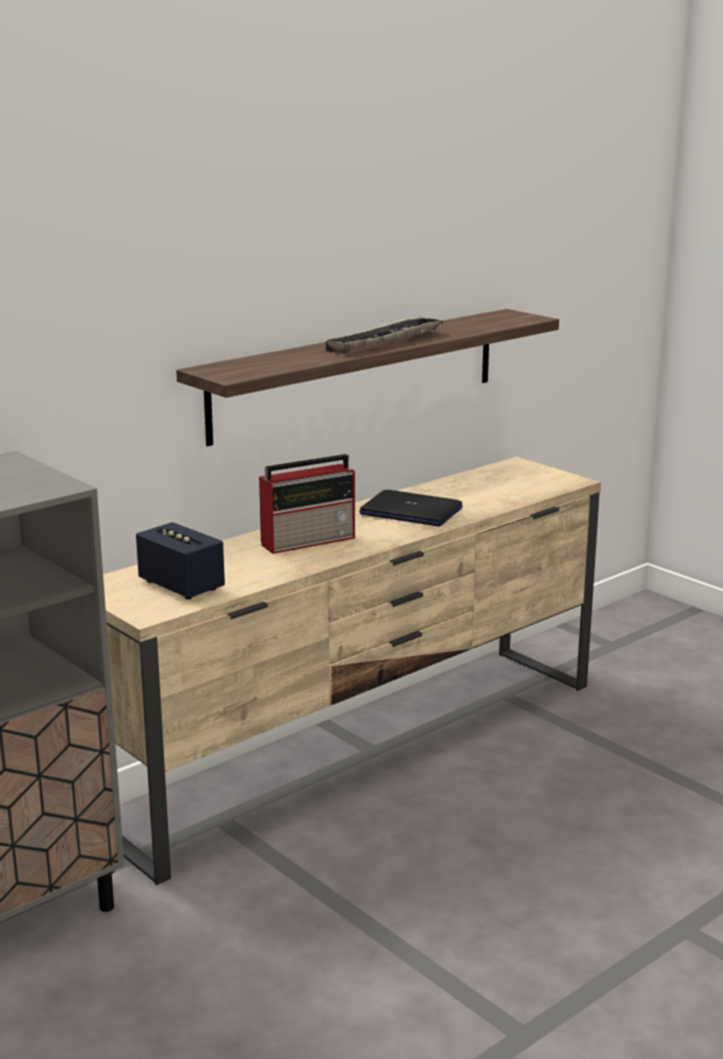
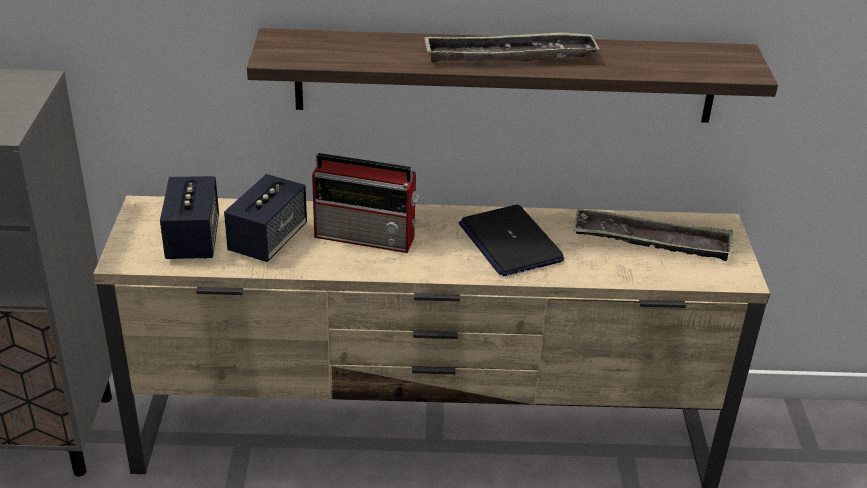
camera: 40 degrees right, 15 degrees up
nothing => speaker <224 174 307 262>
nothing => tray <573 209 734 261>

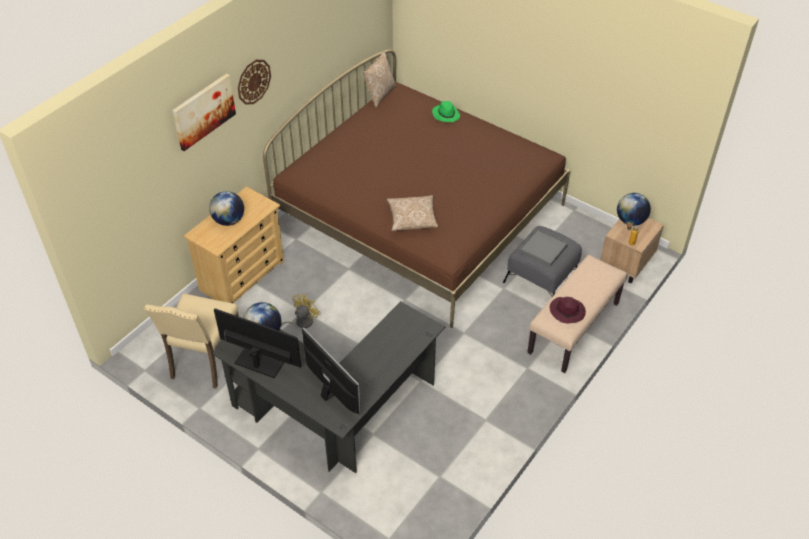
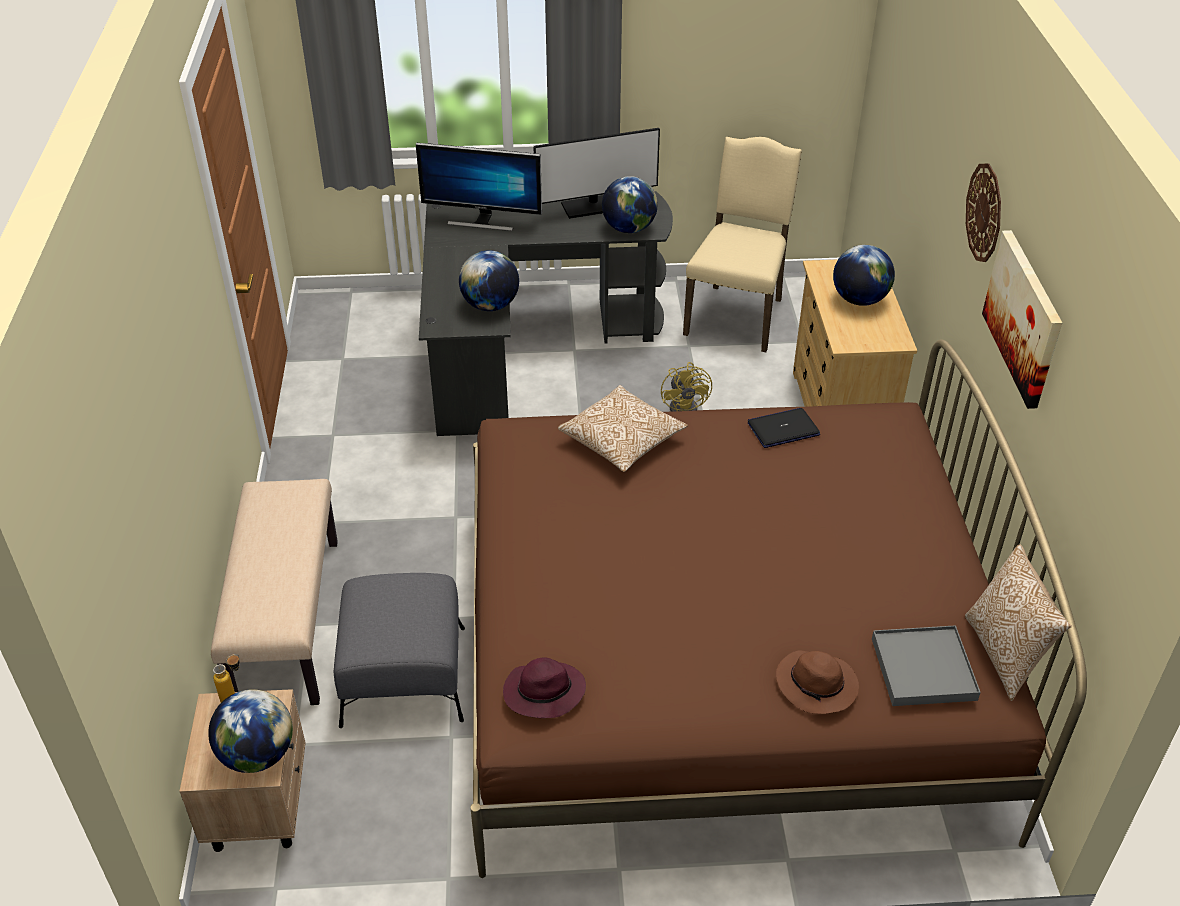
camera: 140 degrees right, 5 degrees down
picture <172 74 236 151> => picture <982 230 1062 409>, relocated
green hat <432 101 460 122> => brown hat <776 650 859 714>
grey tray <519 228 568 267> => grey tray <872 625 981 706>, relocated
beige chair <144 293 239 389> => beige chair <683 136 802 352>, 45 degrees clockwise
purple hat <550 297 586 323> => purple hat <503 657 586 718>, relocated
nothing => globe <459 250 519 311>
nothing => laptop <748 408 820 448>

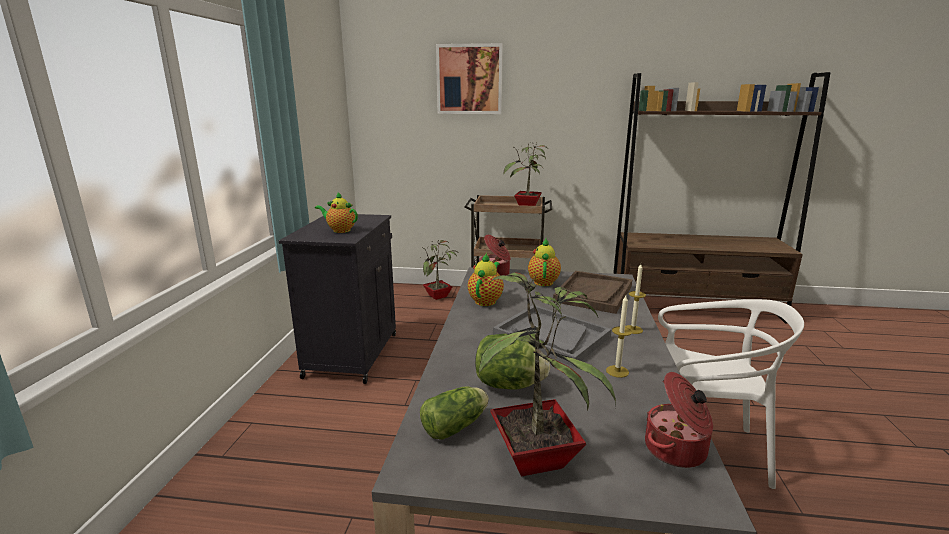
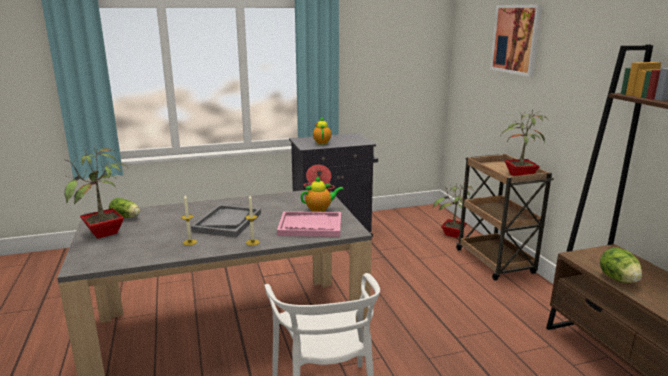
camera: 65 degrees right, 0 degrees up
teapot <468 253 504 306> => nothing
brown tray <553 271 632 314> => pink tray <277 211 341 237>
lettuce <475 334 550 390> => lettuce <600 247 642 283>, relocated
cooking pot <645 372 713 468> => nothing

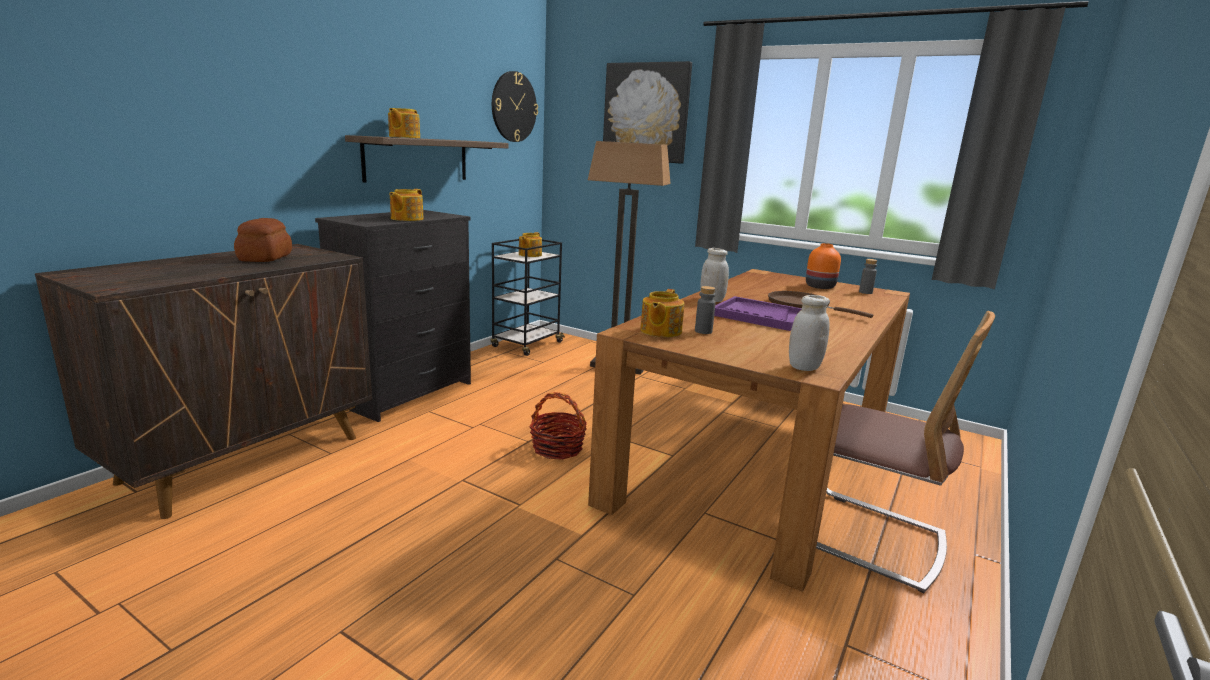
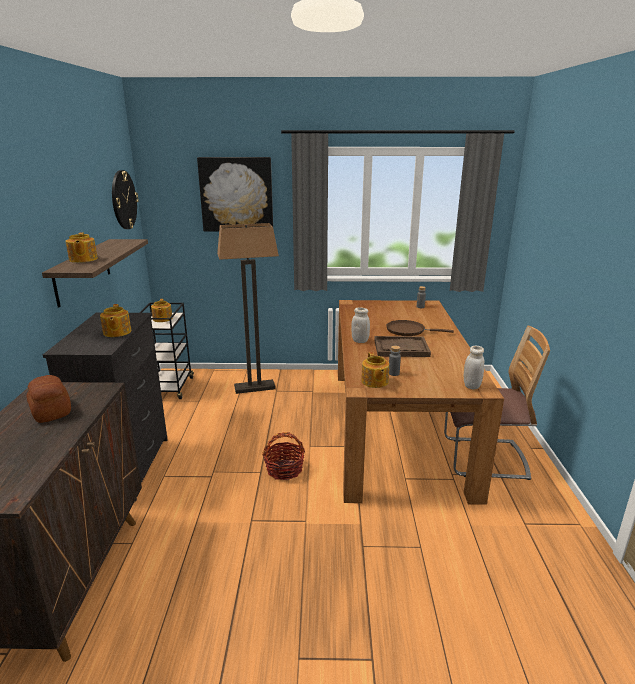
camera: 30 degrees left, 5 degrees up
orange vase <806 243 841 289> => nothing
purple tray <714 296 802 331> => brown tray <374 336 431 357>

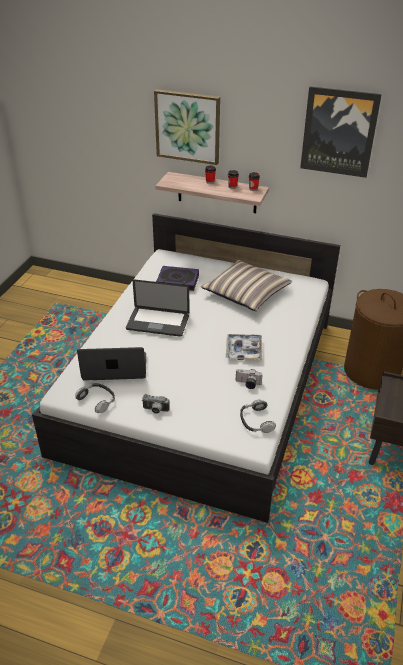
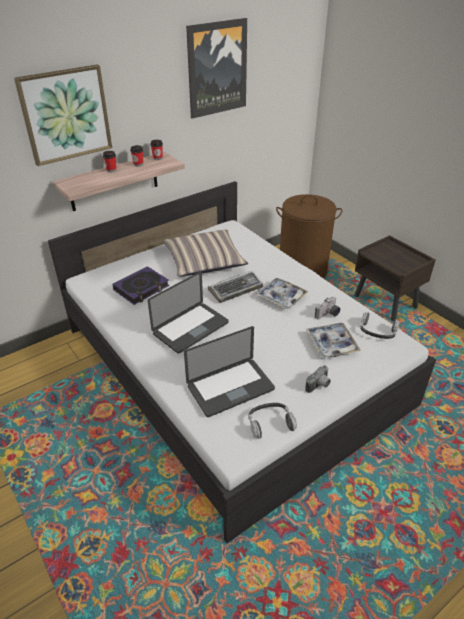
camera: 55 degrees left, 0 degrees up
laptop <77 347 146 381> => laptop <184 326 275 417>, 150 degrees counterclockwise
nothing => keyboard <208 271 263 303>
nothing => tray <306 323 361 358>

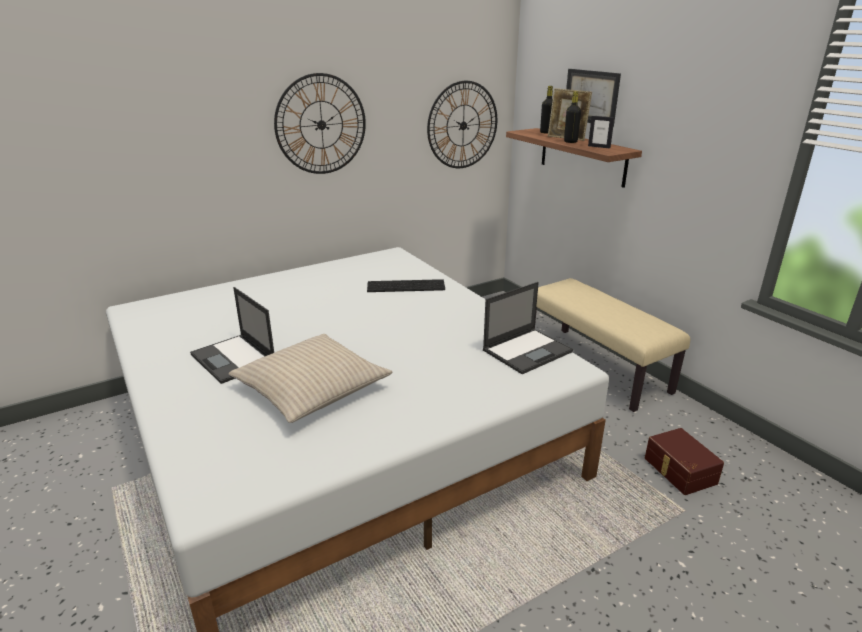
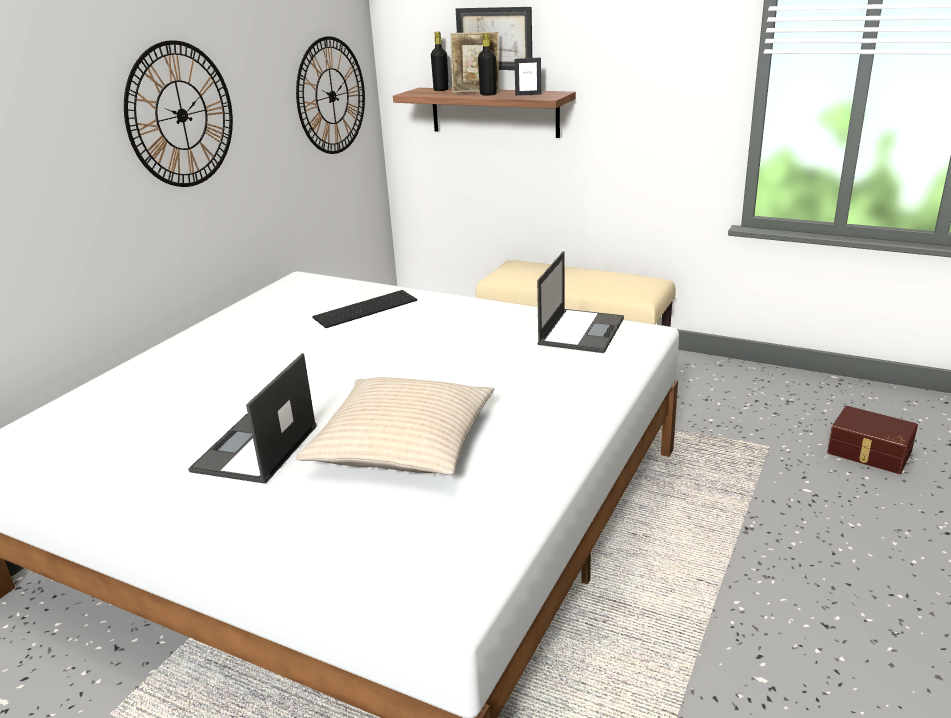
camera: 30 degrees left, 0 degrees up
laptop <190 287 274 384> => laptop <188 353 317 484>, 90 degrees clockwise
brown storage box <645 428 724 495> => brown storage box <827 406 918 474>, relocated

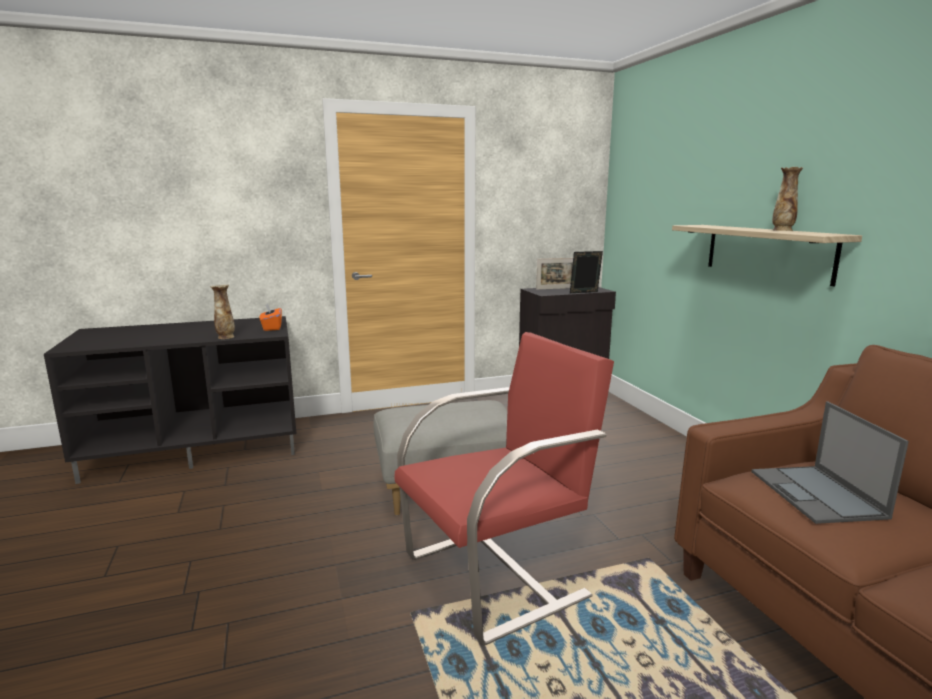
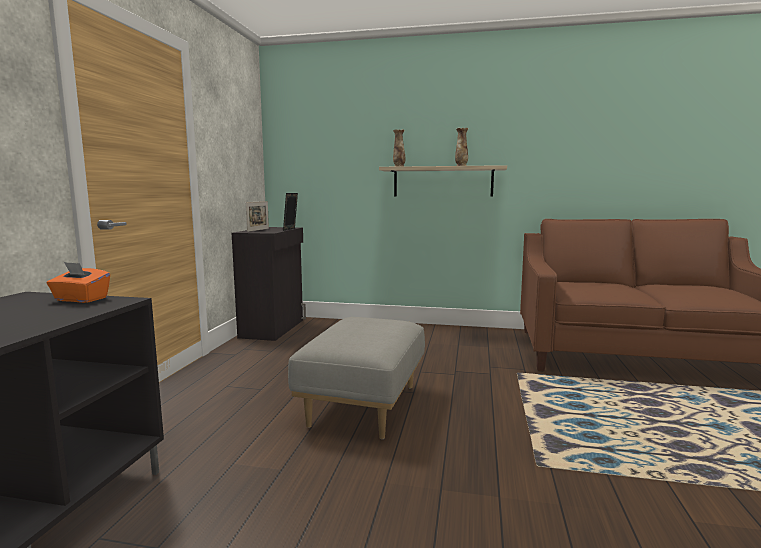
camera: 60 degrees left, 5 degrees down
vase <210 284 235 339> => vase <393 129 405 167>, relocated
red armchair <394 332 614 645> => nothing
laptop <751 402 909 524> => nothing

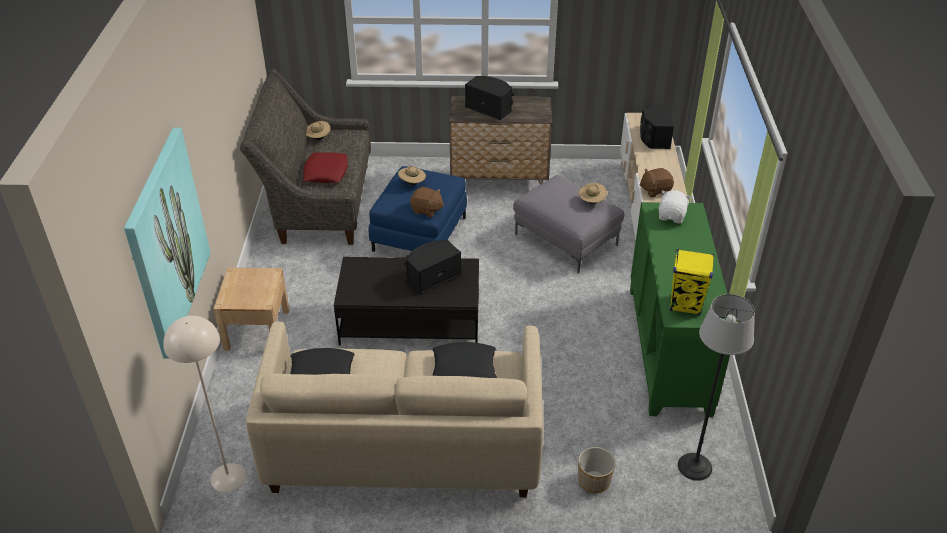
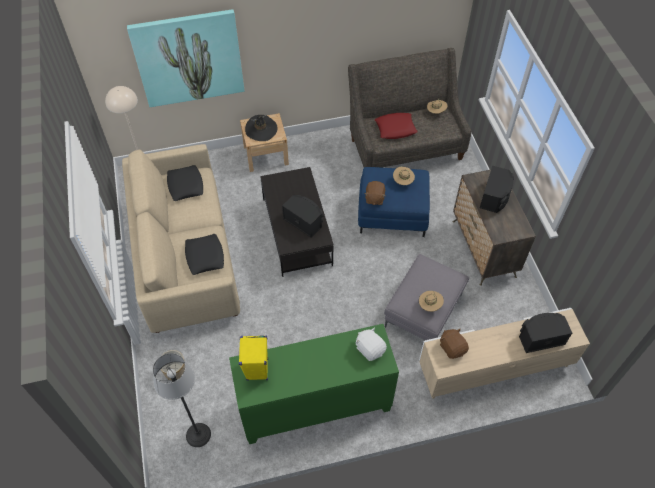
camera: 75 degrees right, 15 degrees up
white plush toy <659 190 691 223> => white plush toy <355 327 387 361>, 135 degrees counterclockwise
nothing => black hat <245 115 277 141>

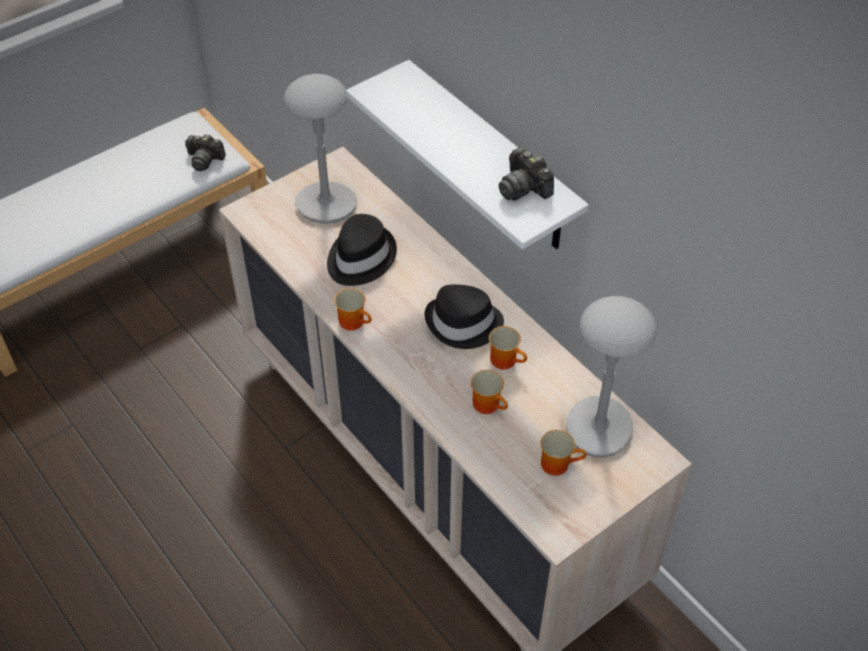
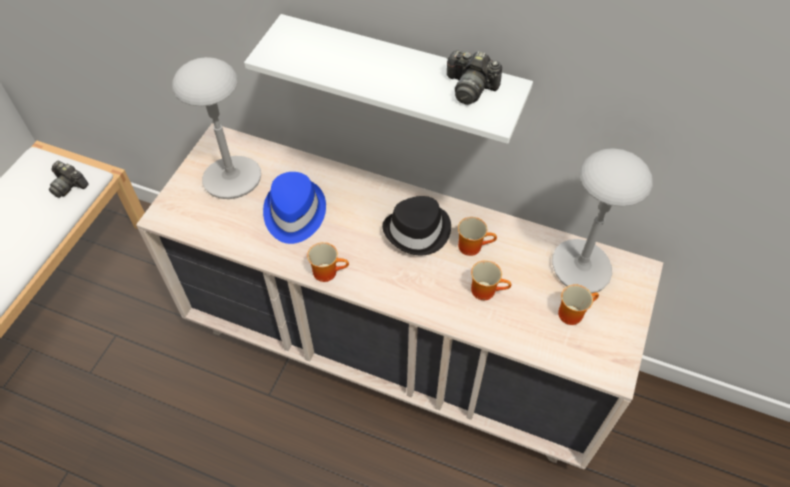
camera: 30 degrees left, 5 degrees up
photo camera <185 134 226 171> => photo camera <49 161 89 198>, 45 degrees clockwise
black hat <327 214 397 286> => blue hat <263 172 326 244>

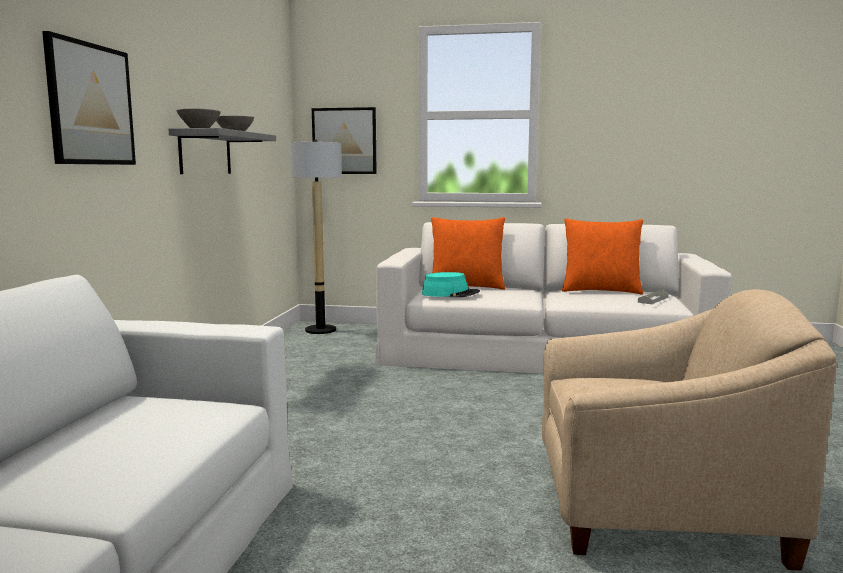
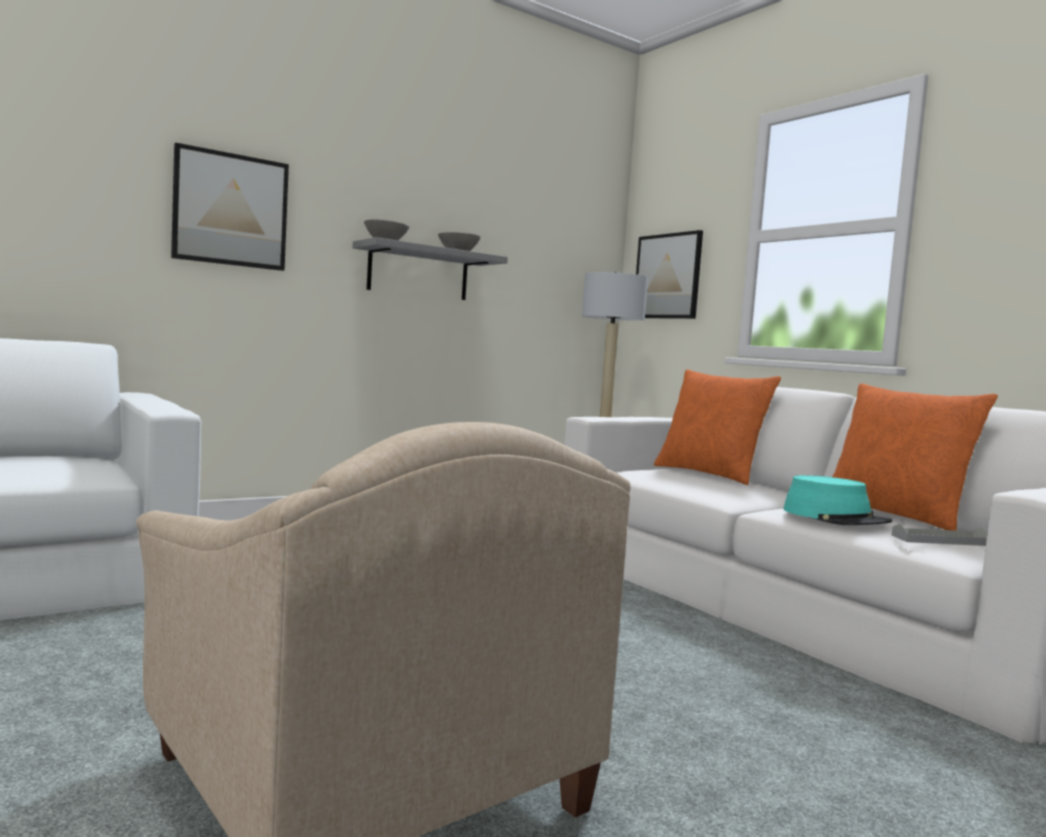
camera: 45 degrees right, 5 degrees down
turquoise hat <422 272 480 297> => turquoise hat <783 475 892 525>, relocated

